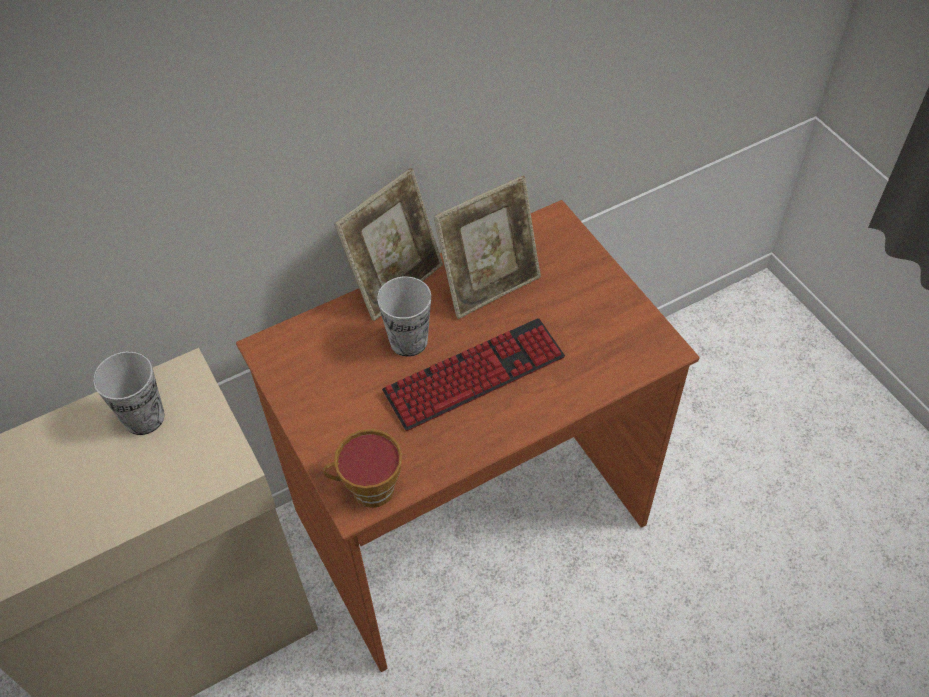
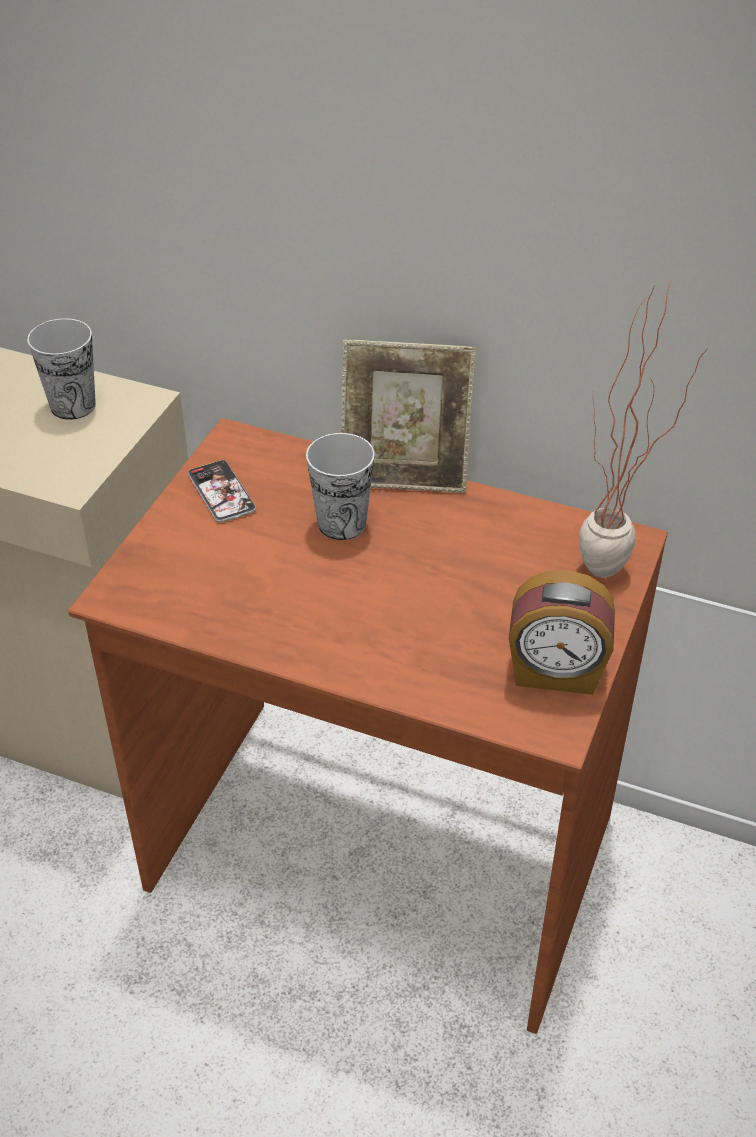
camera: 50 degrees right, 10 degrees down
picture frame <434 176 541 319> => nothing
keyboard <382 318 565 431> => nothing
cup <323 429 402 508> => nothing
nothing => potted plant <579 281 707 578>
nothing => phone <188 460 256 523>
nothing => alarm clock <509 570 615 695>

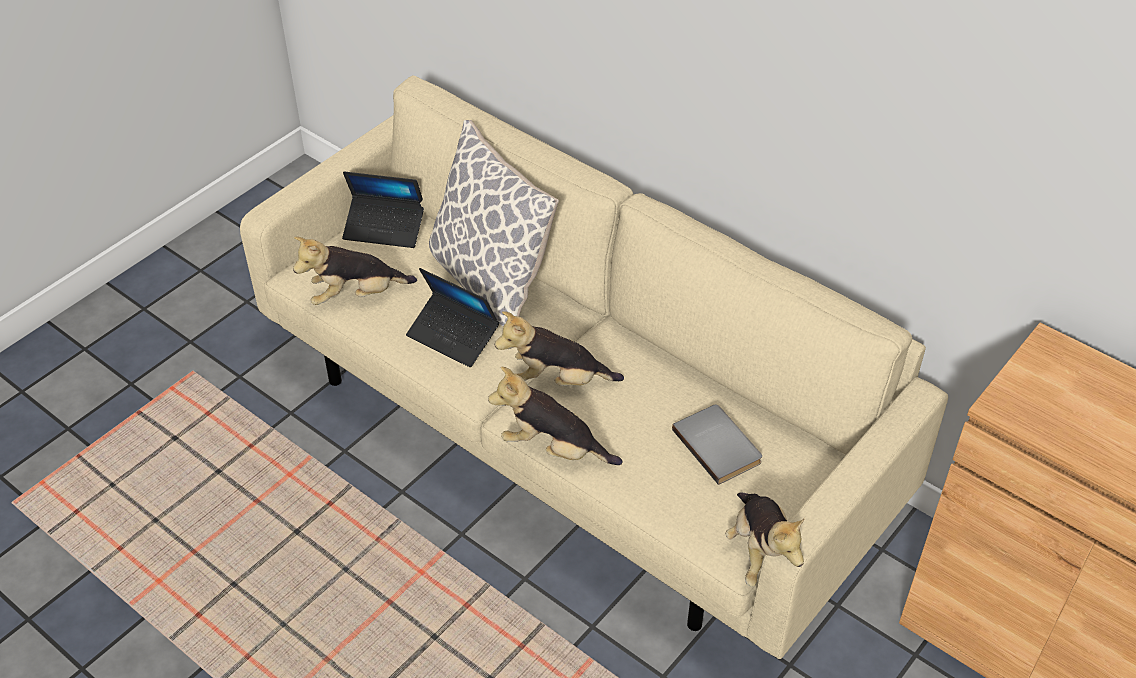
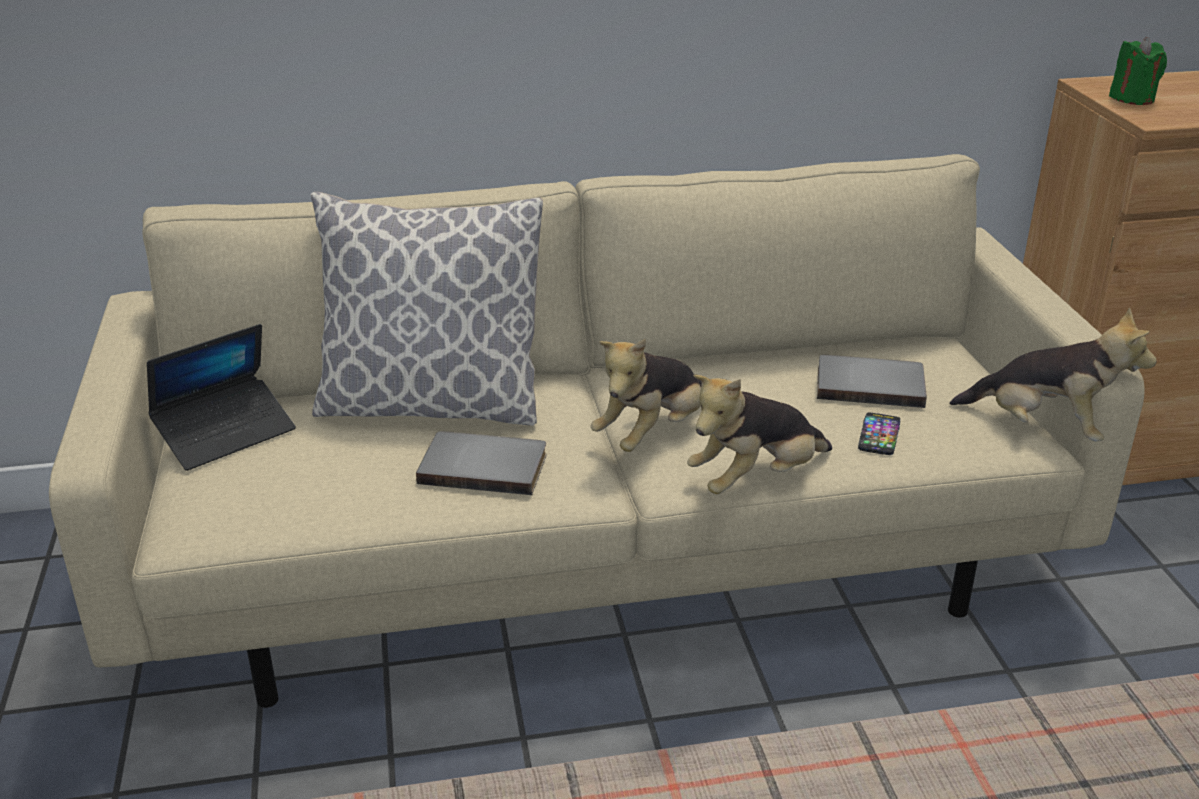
camera: 50 degrees left, 15 degrees down
plush toy <293 237 417 305> => nothing
laptop <406 268 499 367> => grey book <416 431 547 495>
nothing => green candle <1109 37 1167 105>
nothing => phone <858 413 900 455>

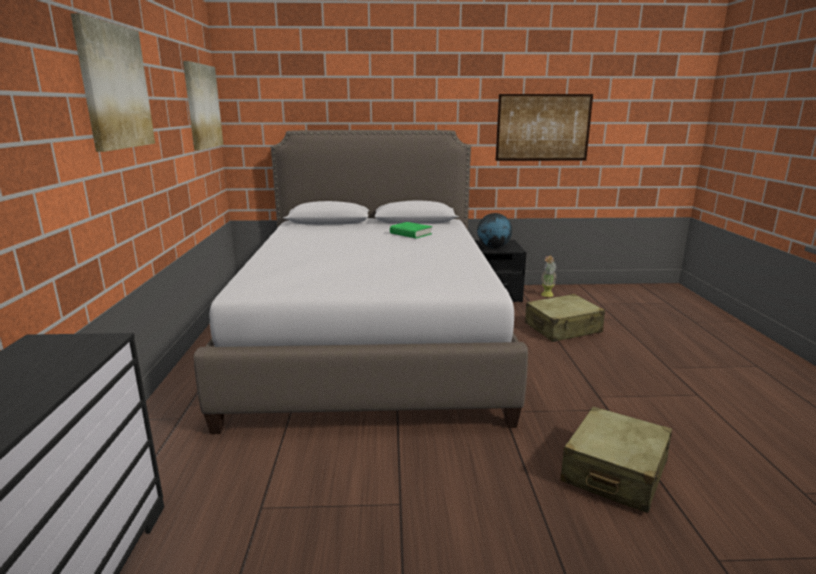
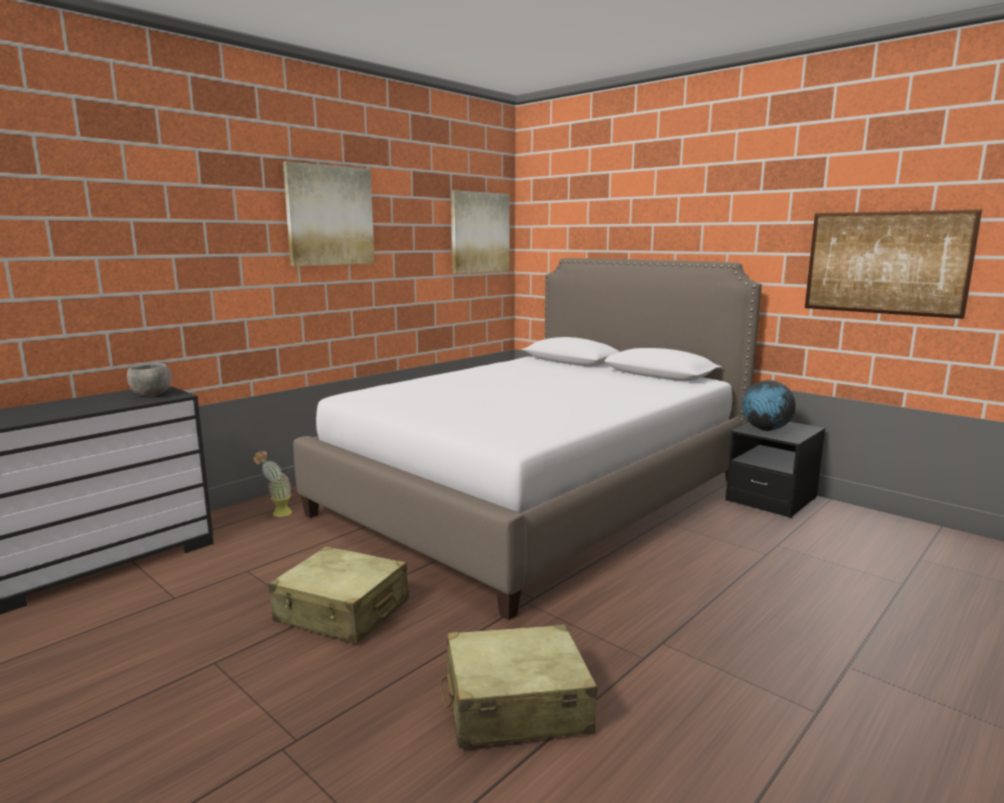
camera: 45 degrees right, 5 degrees down
green book <390 222 432 238> => nothing
potted plant <541 255 557 297> => potted plant <253 451 292 517>, relocated
beige suitcase <525 294 605 342> => beige suitcase <268 546 409 644>, relocated
nothing => grey bowl <127 363 172 397>

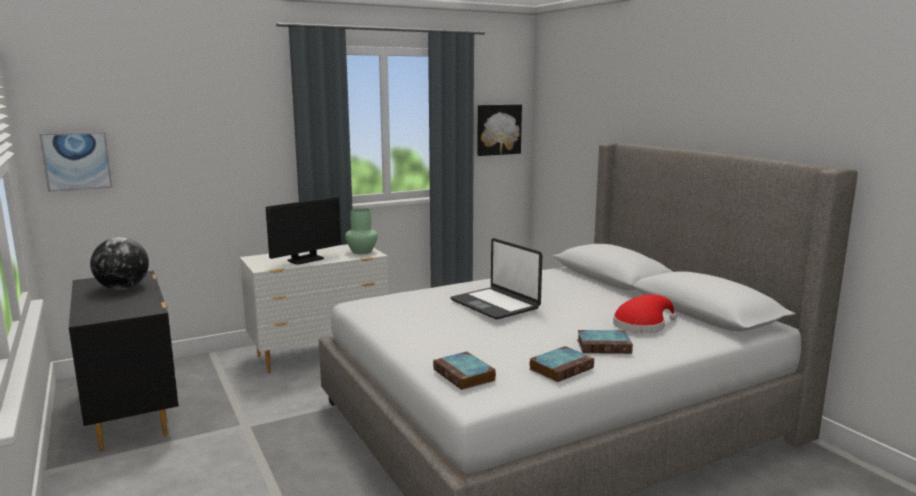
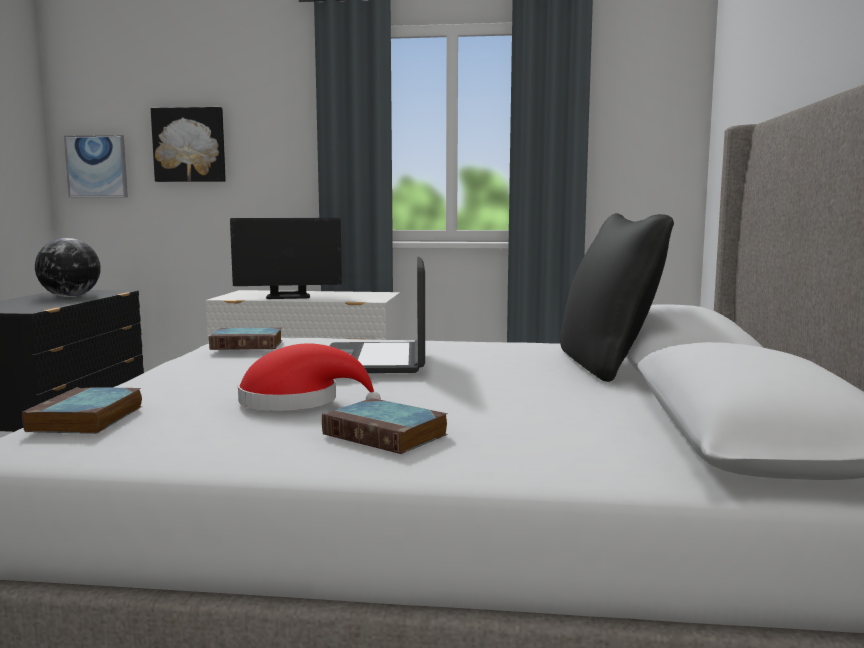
camera: 35 degrees right, 5 degrees down
picture <477 104 522 156> => picture <151 107 226 182>, relocated
green vase <345 208 378 254> => nothing
red hat <613 294 677 333> => red hat <238 343 381 411>, relocated
book <530 346 594 382> => book <209 327 282 350>, relocated
nothing => black pillow <560 213 674 382>

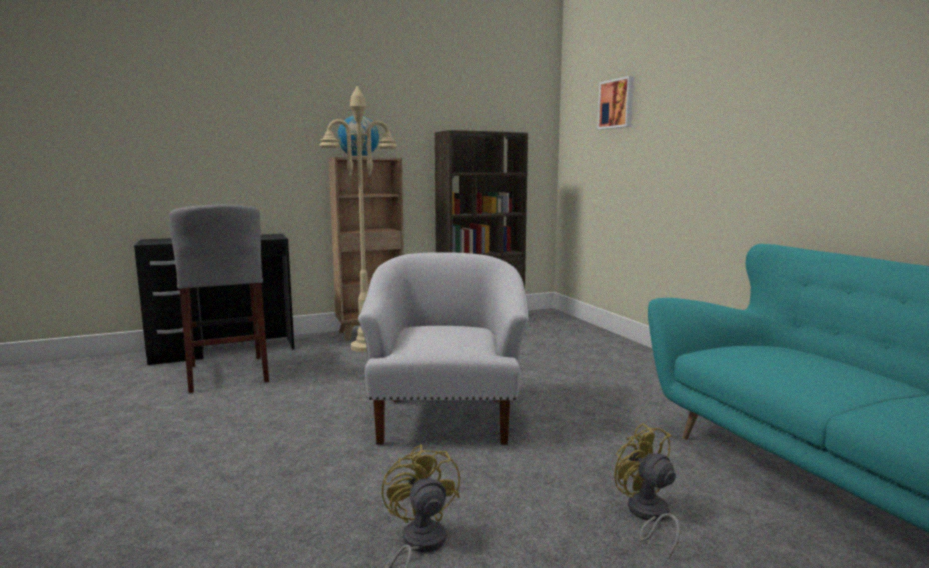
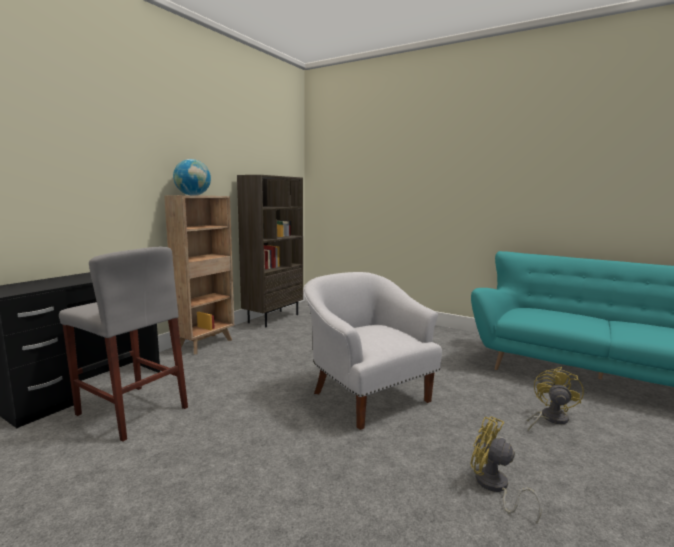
camera: 35 degrees left, 0 degrees up
picture <597 76 634 130> => nothing
beige floor lamp <319 86 398 352> => nothing
yellow fan <614 423 680 558> => yellow fan <527 367 584 430>, 90 degrees clockwise

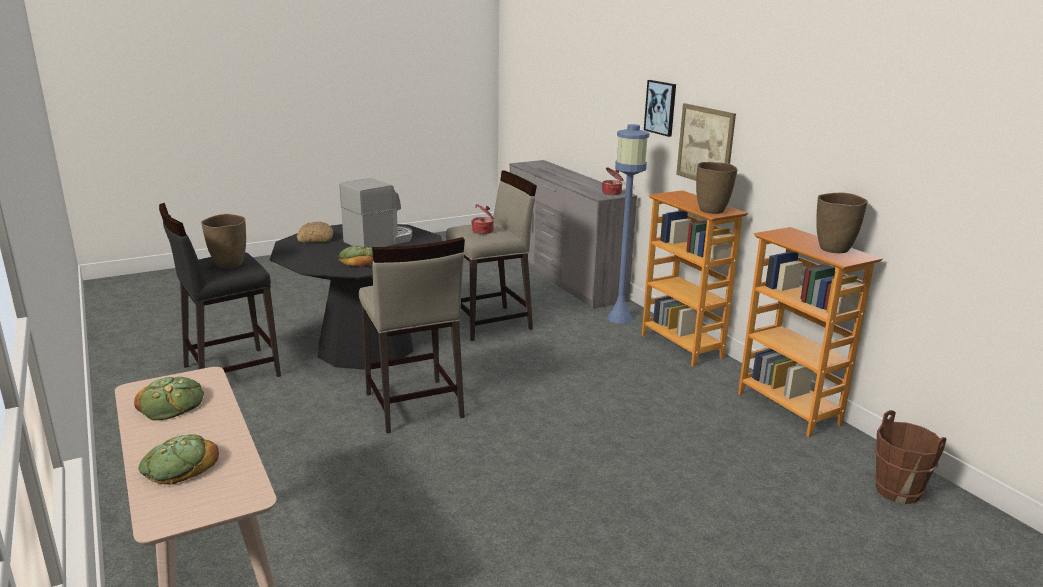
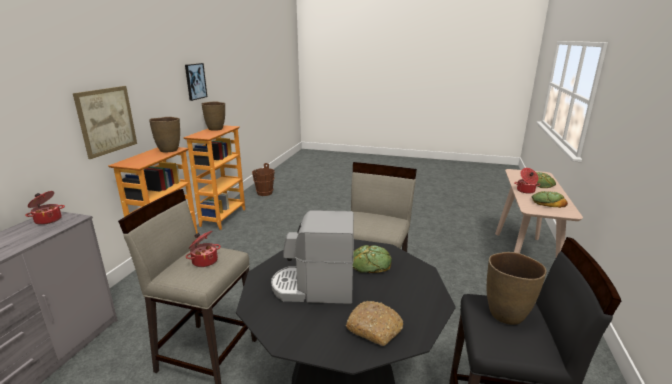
camera: 135 degrees left, 0 degrees up
picture <644 80 676 137> => picture <185 63 207 101>, relocated
blue floor lamp <607 124 649 324> => nothing
nothing => cooking pot <514 168 540 194>

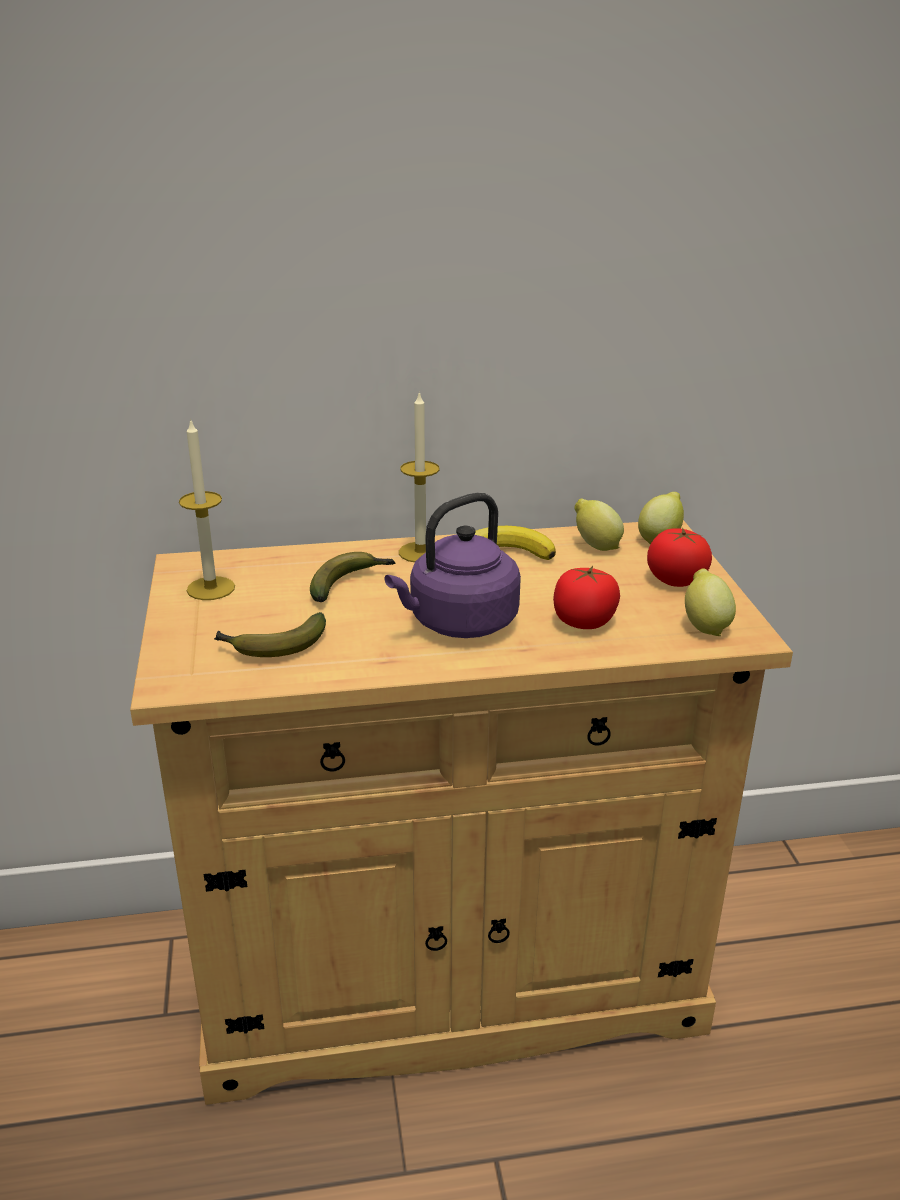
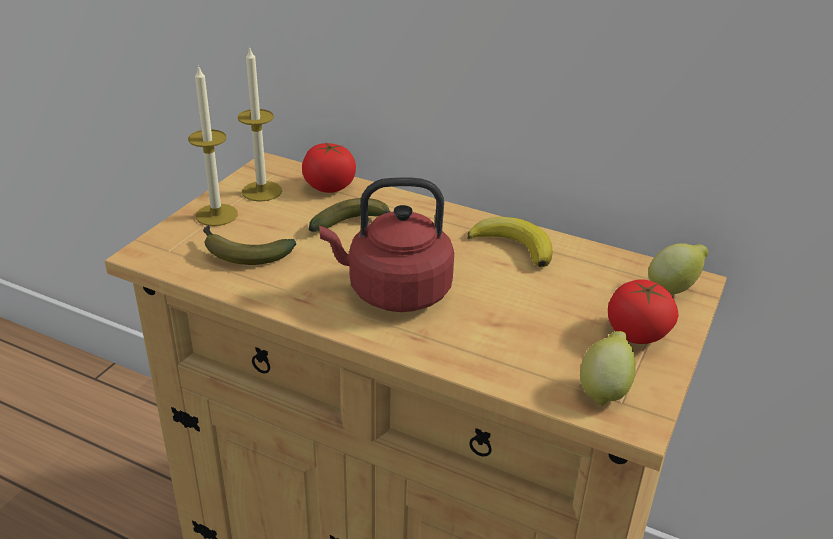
camera: 35 degrees right, 5 degrees up
candle <399 392 440 562> => candle <188 65 238 226>, relocated
purple kettle <384 493 521 638> => red kettle <319 177 454 312>
lemon <575 499 624 551> => nothing
tomato <553 566 620 629> => tomato <302 143 356 193>, relocated

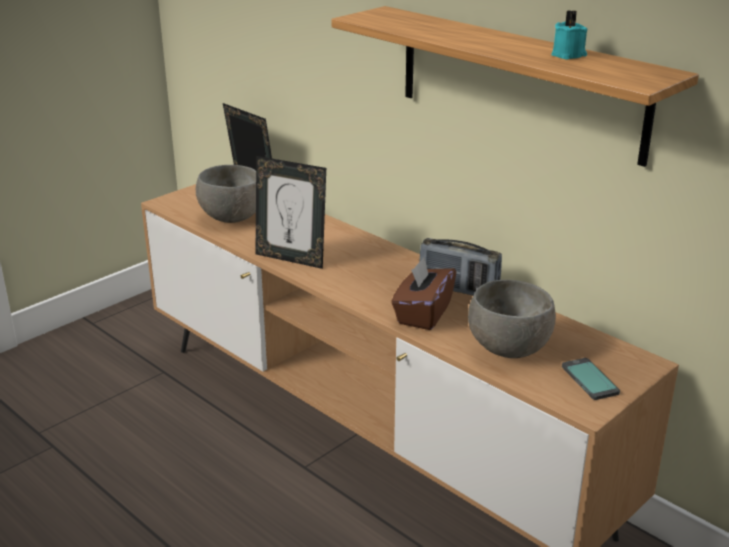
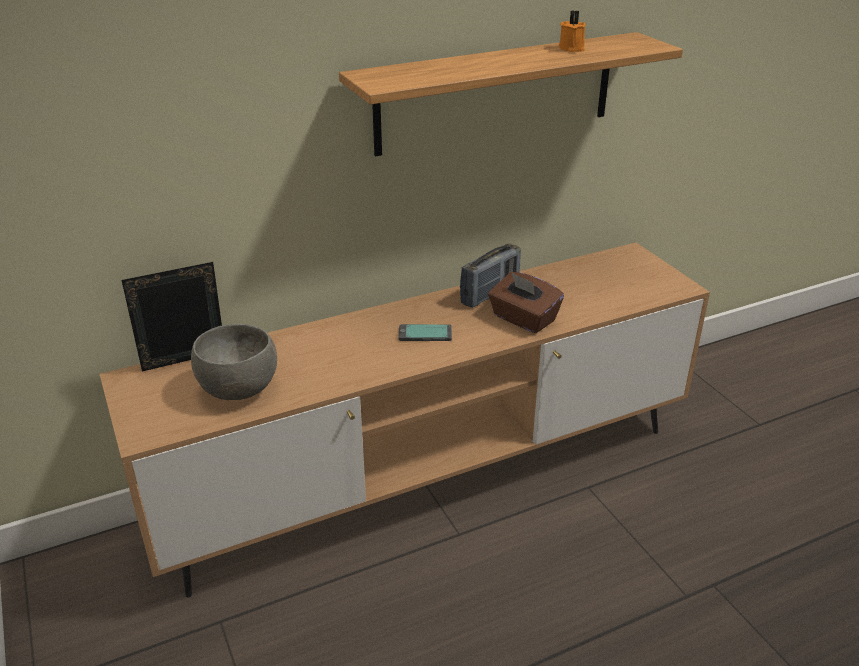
camera: 70 degrees left, 5 degrees up
turquoise candle <551 10 587 60> => orange candle <559 10 586 52>
picture frame <255 156 326 269> => nothing
grey bowl <468 280 556 358> => nothing
phone <562 358 620 400> => phone <399 324 452 341>, relocated

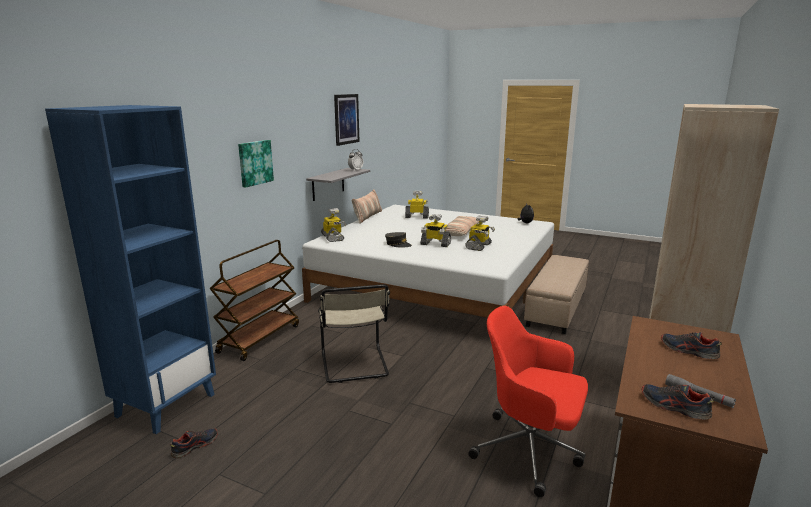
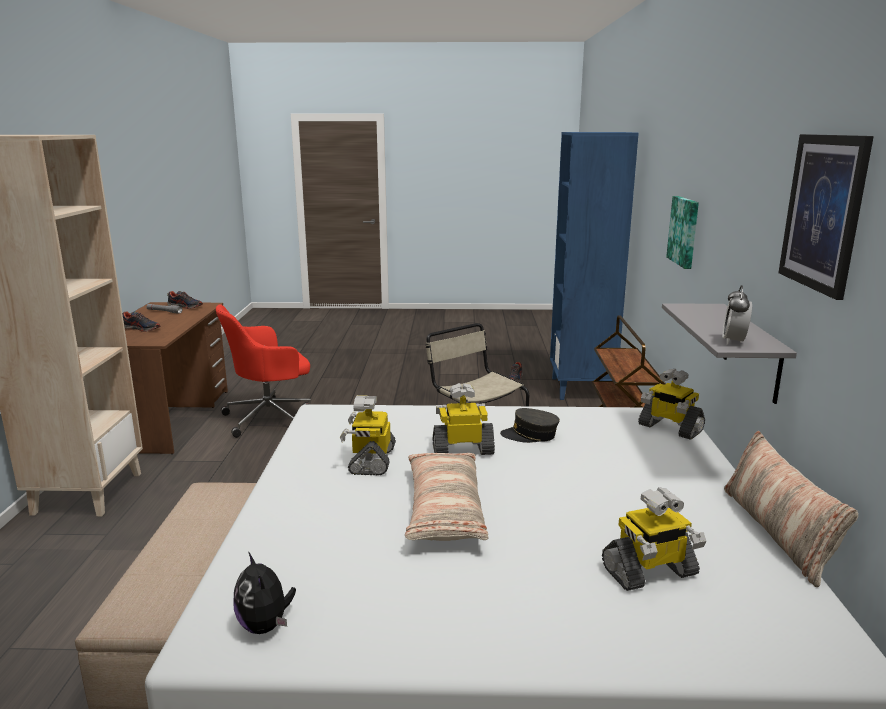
camera: 155 degrees right, 0 degrees up
red office chair <468 306 588 497> => red office chair <216 304 311 438>, 150 degrees clockwise

